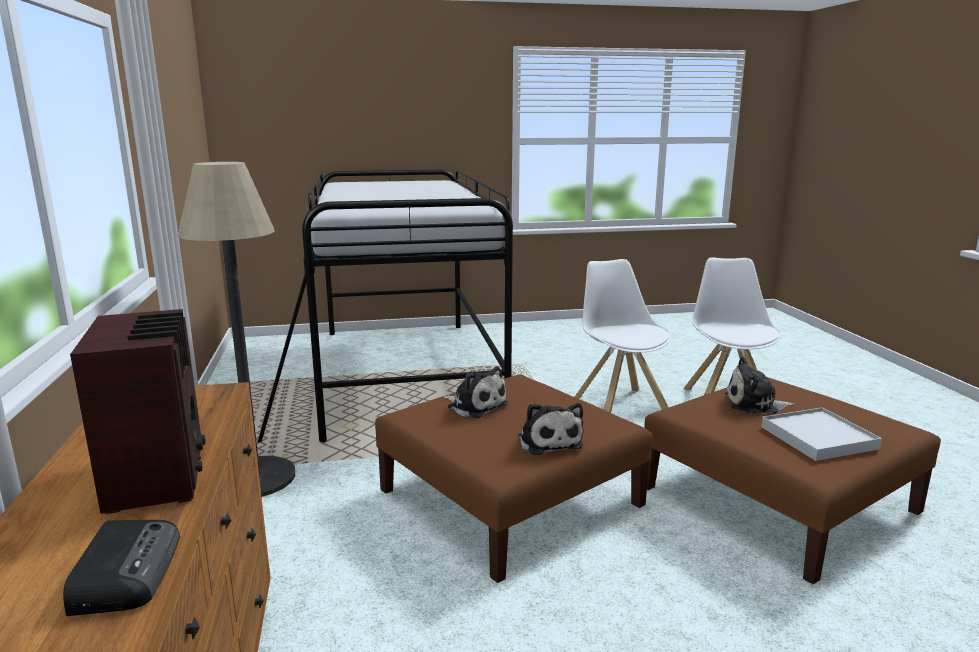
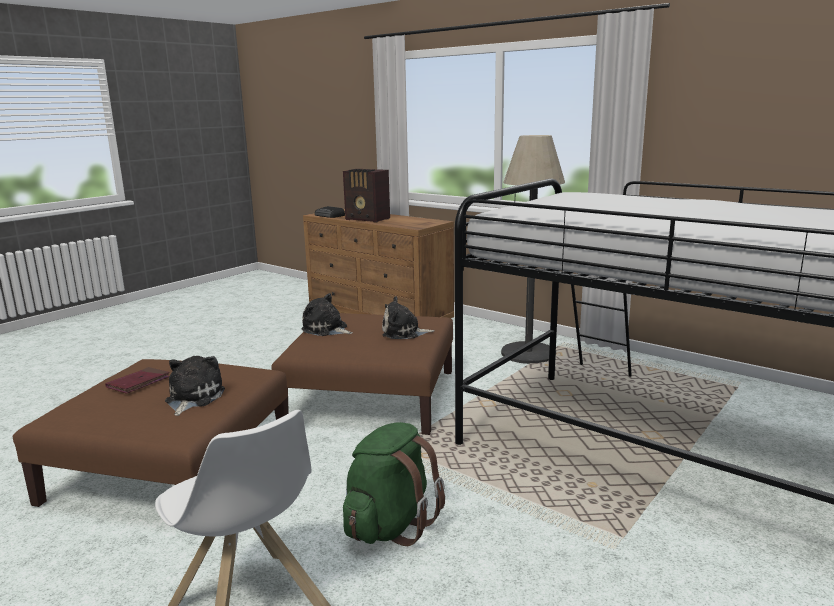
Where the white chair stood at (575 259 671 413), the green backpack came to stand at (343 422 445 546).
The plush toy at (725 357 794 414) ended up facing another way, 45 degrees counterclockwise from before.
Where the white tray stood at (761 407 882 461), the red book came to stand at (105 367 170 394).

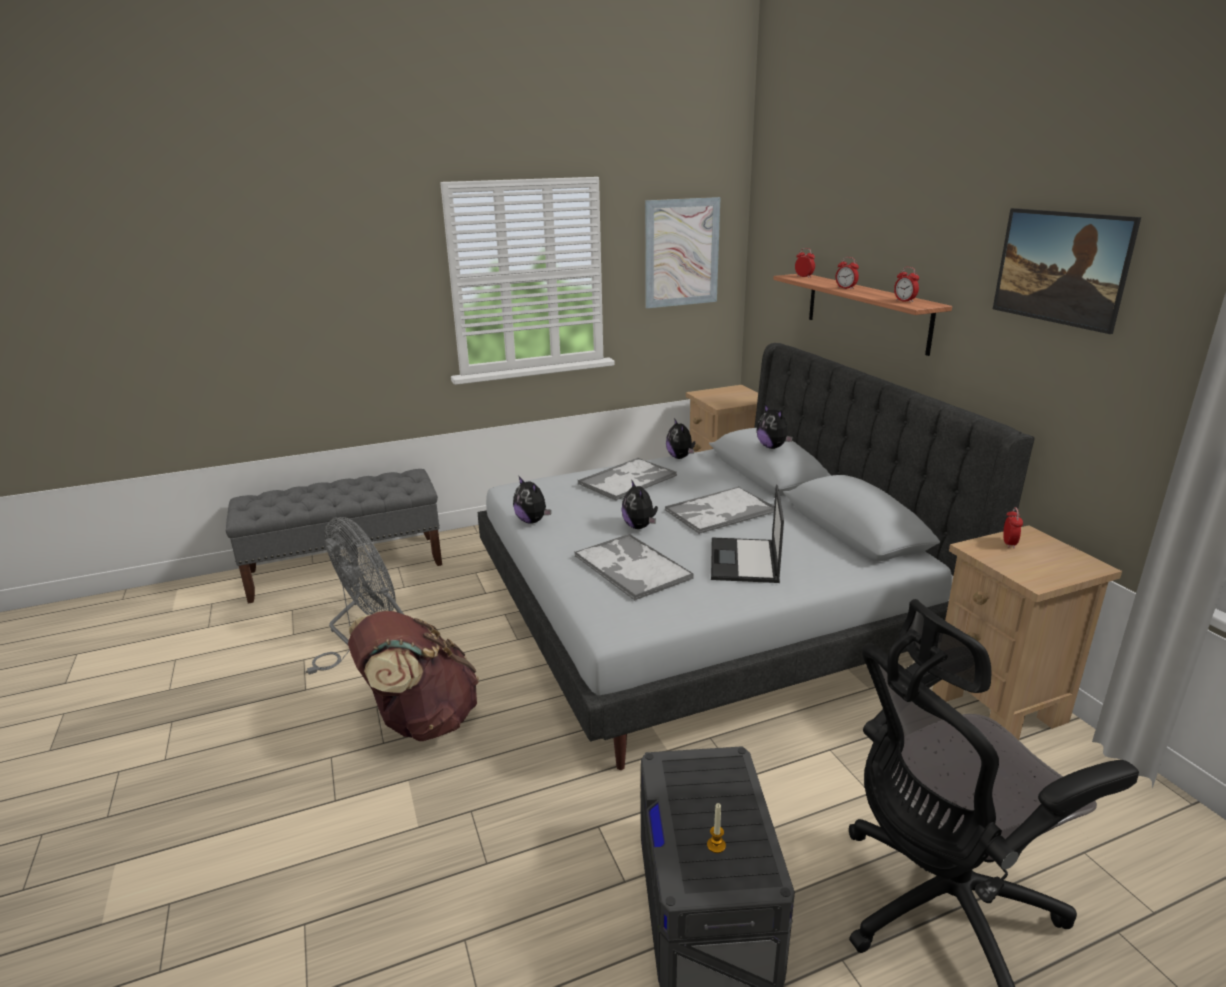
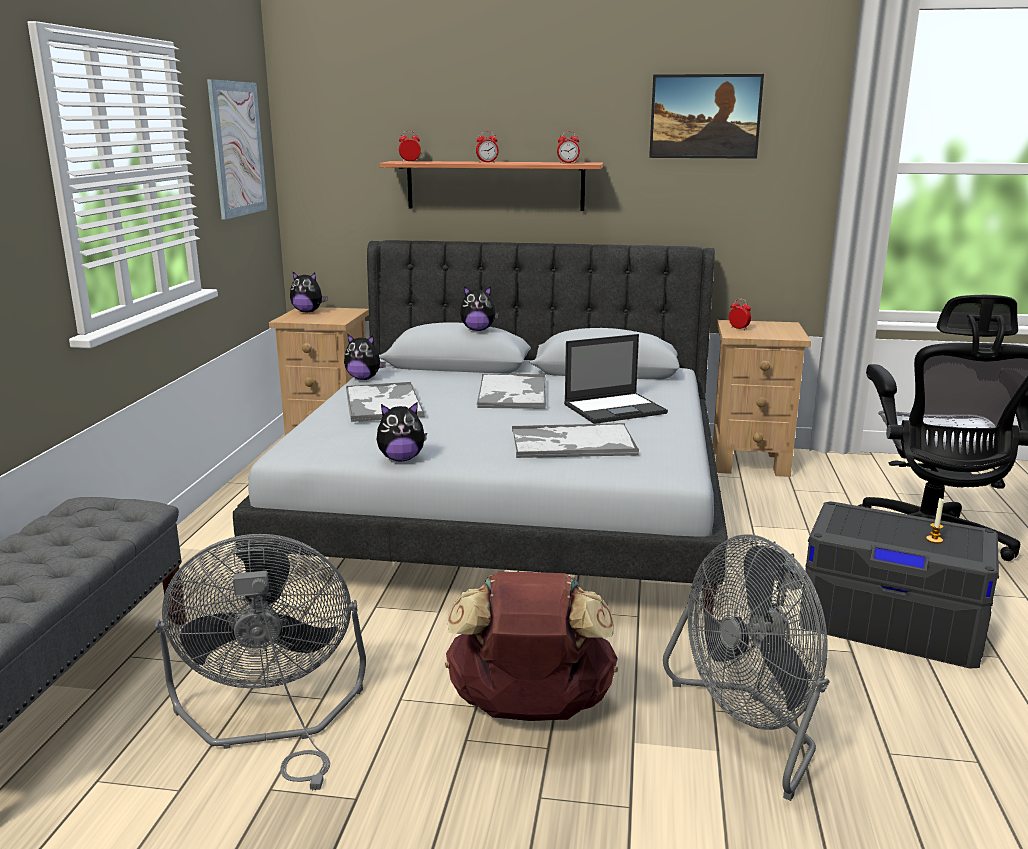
The plush toy ended up elsewhere, having gone from (621 479 658 529) to (290 271 328 312).
The laptop at (711 485 784 583) ended up facing another way, 60 degrees counterclockwise from before.
The second view gained the grey fan at (663 534 829 801).

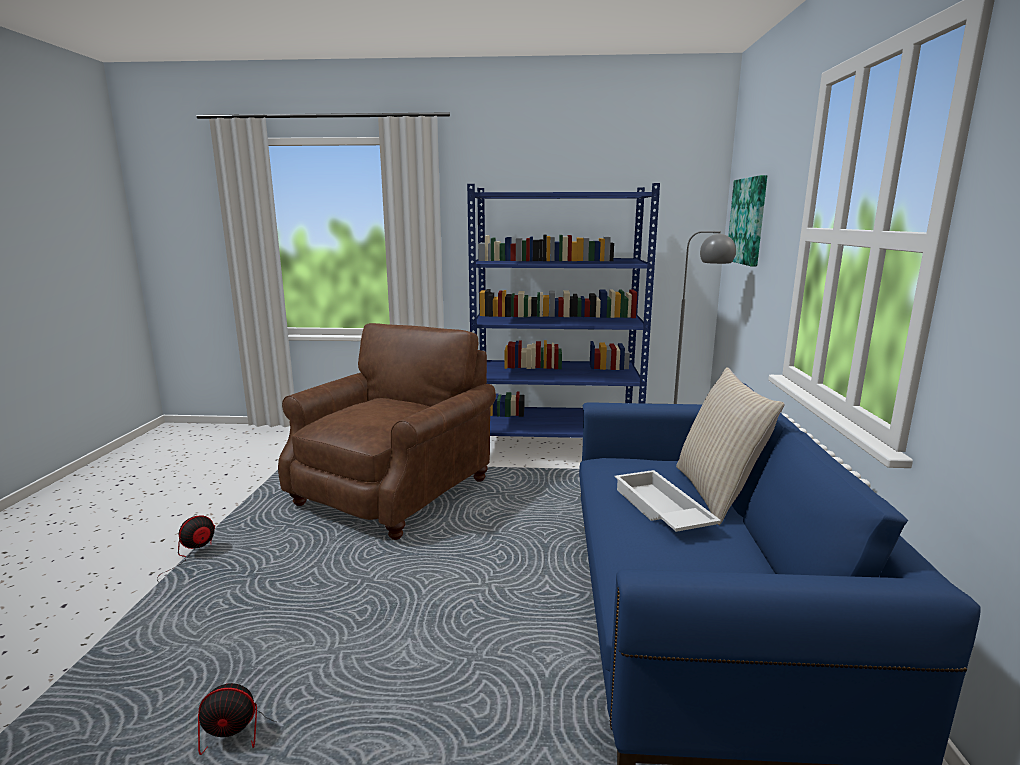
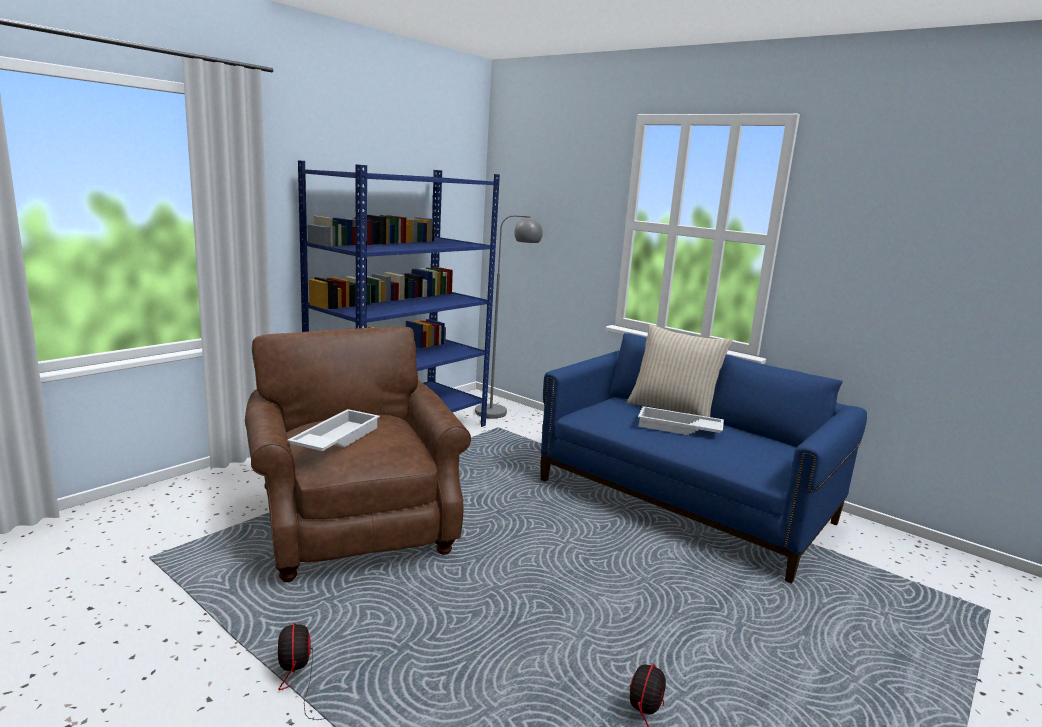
The second view lost the picture at (728 175 767 267).
The second view gained the white tray at (287 409 380 451).

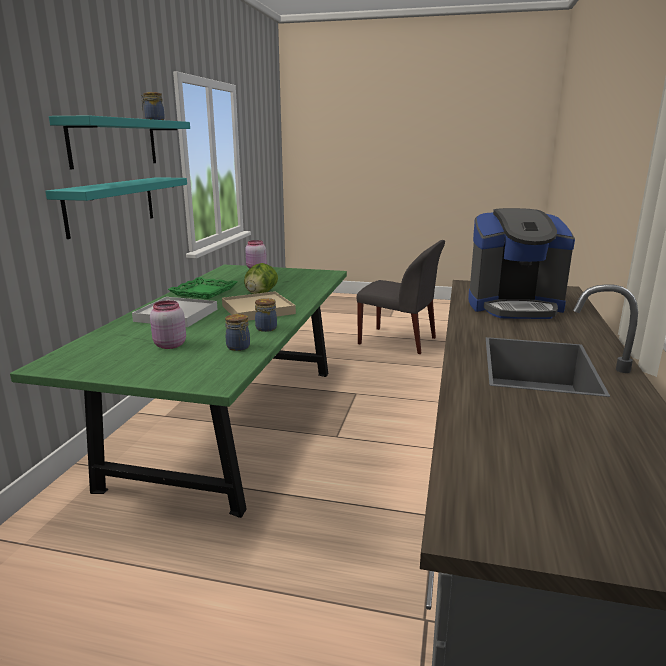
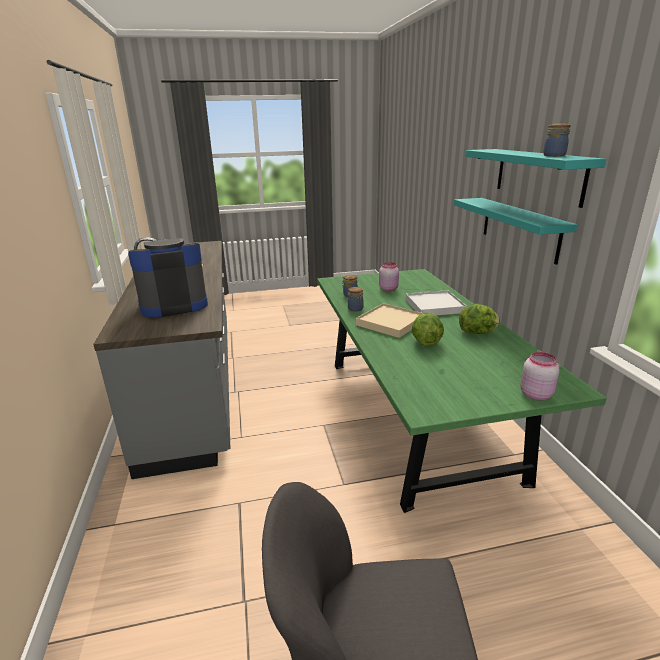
Where the green tray stood at (168 277 238 299), the lettuce came to stand at (459 304 500 334).

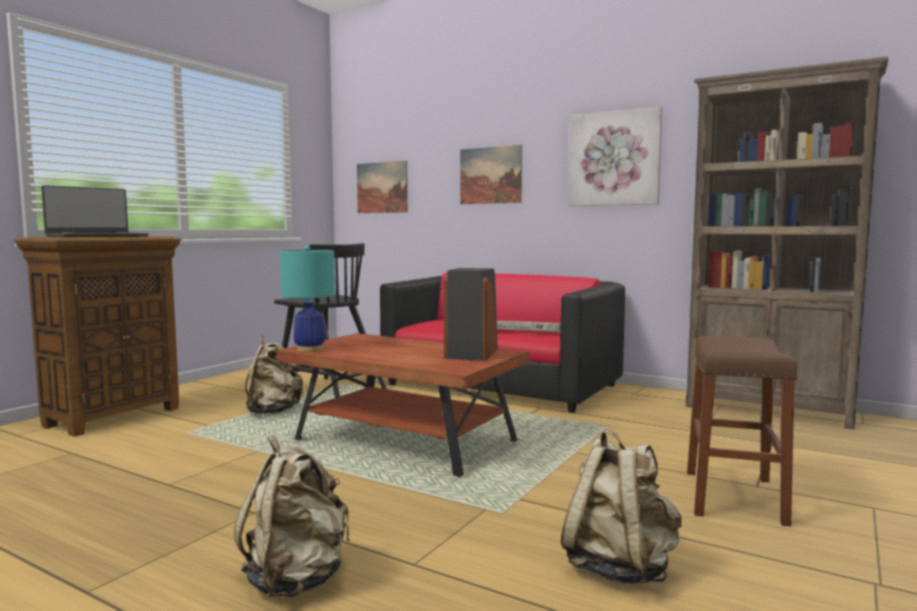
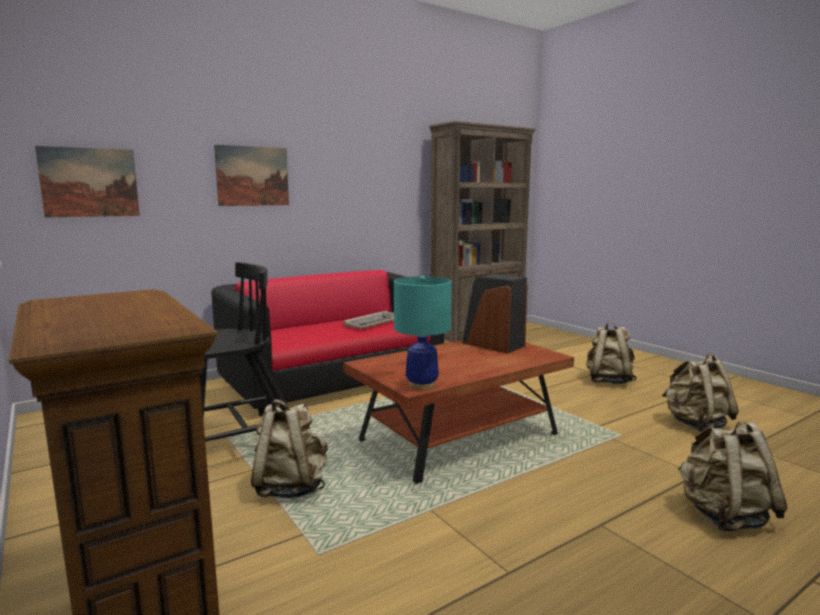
The second view lost the picture at (568 106 662 206).
The second view lost the laptop at (41 185 149 237).
Where the brown stool stood at (687 336 797 526), the beige backpack came to stand at (586 322 637 384).

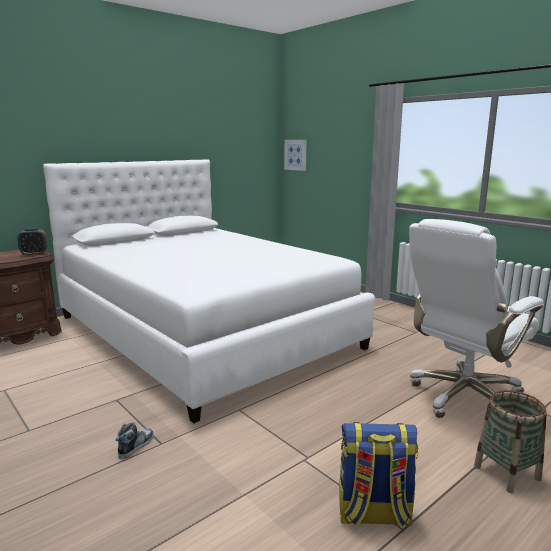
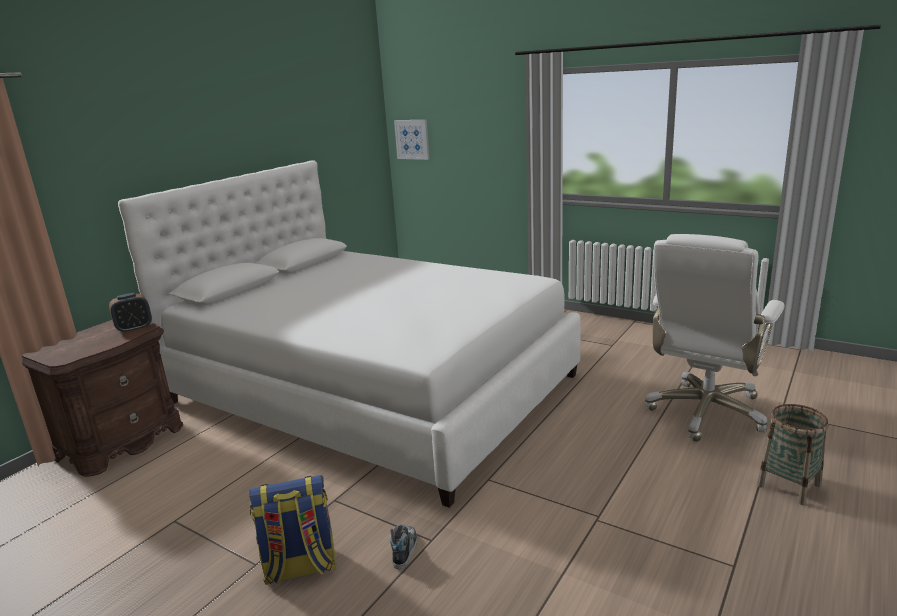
The backpack ended up elsewhere, having gone from (339 422 418 528) to (249 475 336 585).

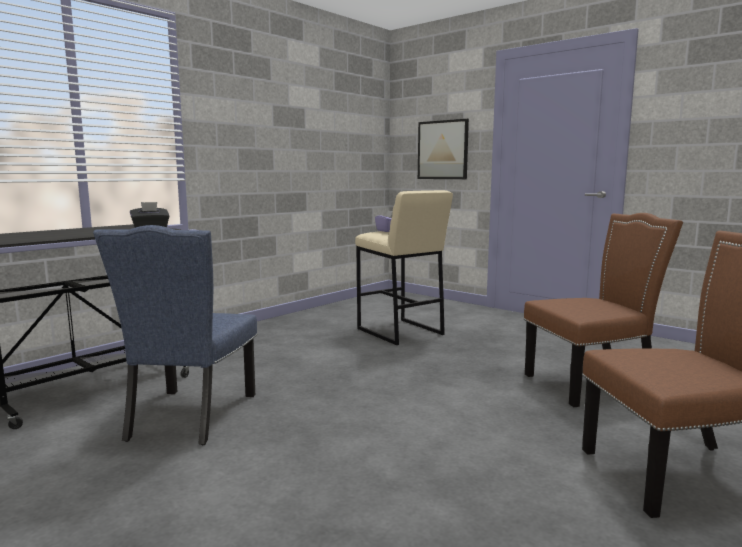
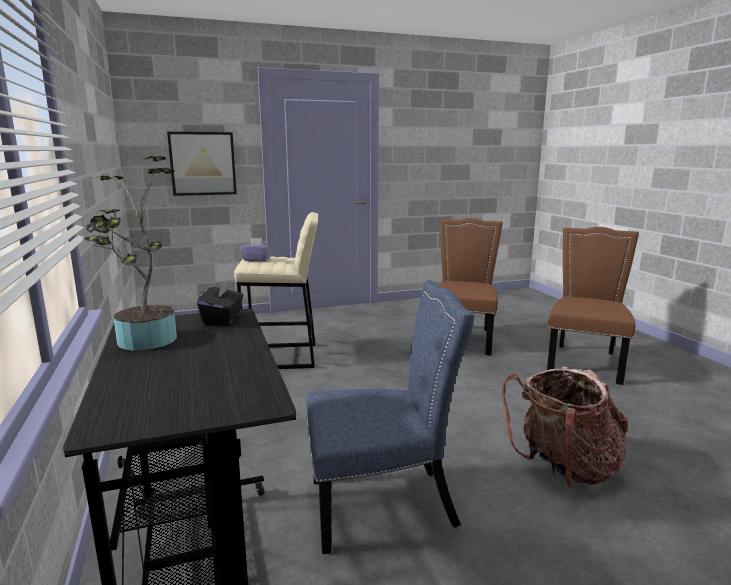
The blue chair at (93 225 257 445) ended up facing another way, 45 degrees counterclockwise from before.
The second view gained the potted plant at (83 155 177 350).
The second view gained the backpack at (502 366 628 489).

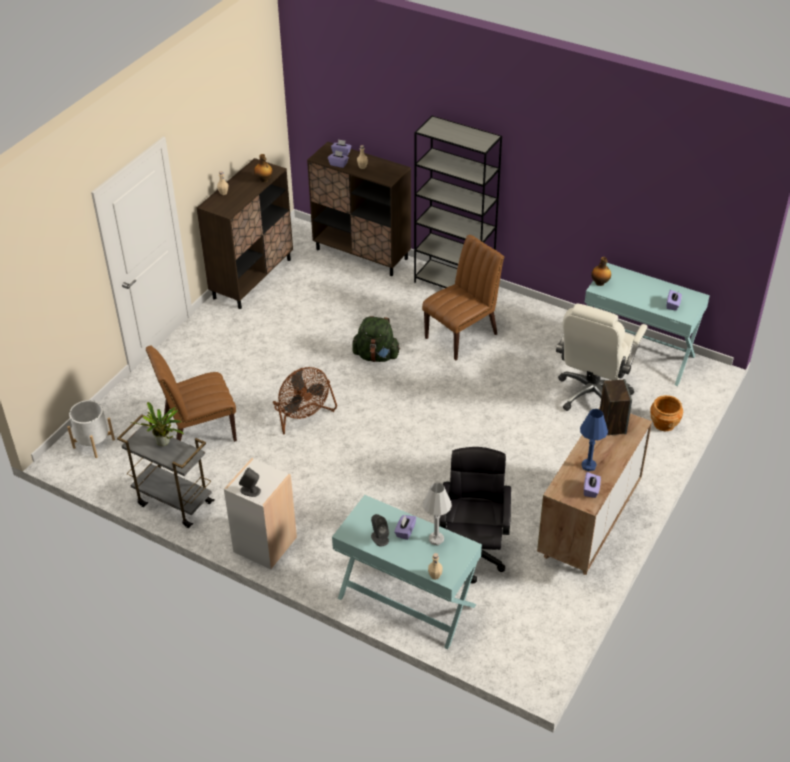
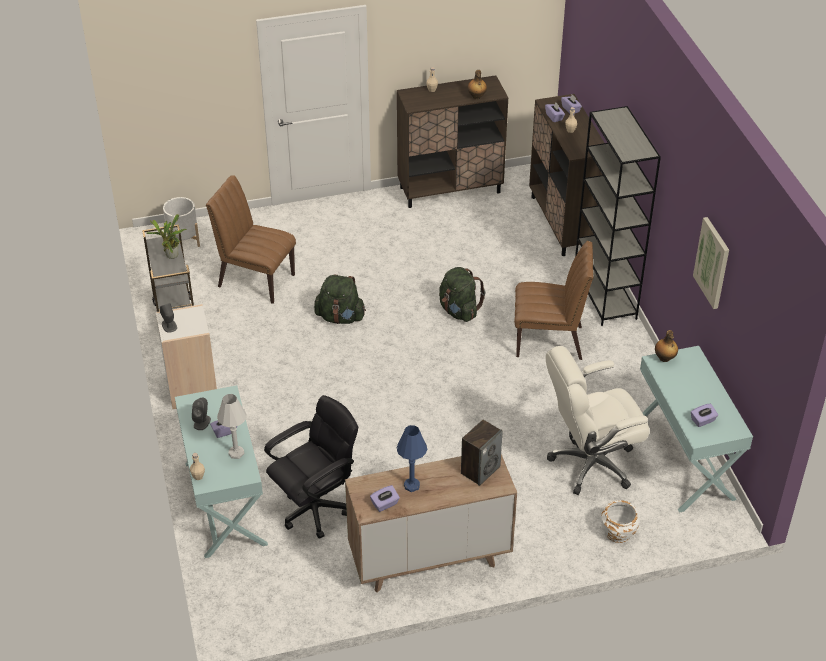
Where the brown fan stood at (273 367 337 434), the green backpack came to stand at (314 275 366 324).
What was the brown planter at (650 395 683 431) turned into the white planter at (601 500 640 543).
The second view gained the picture at (693 217 729 309).

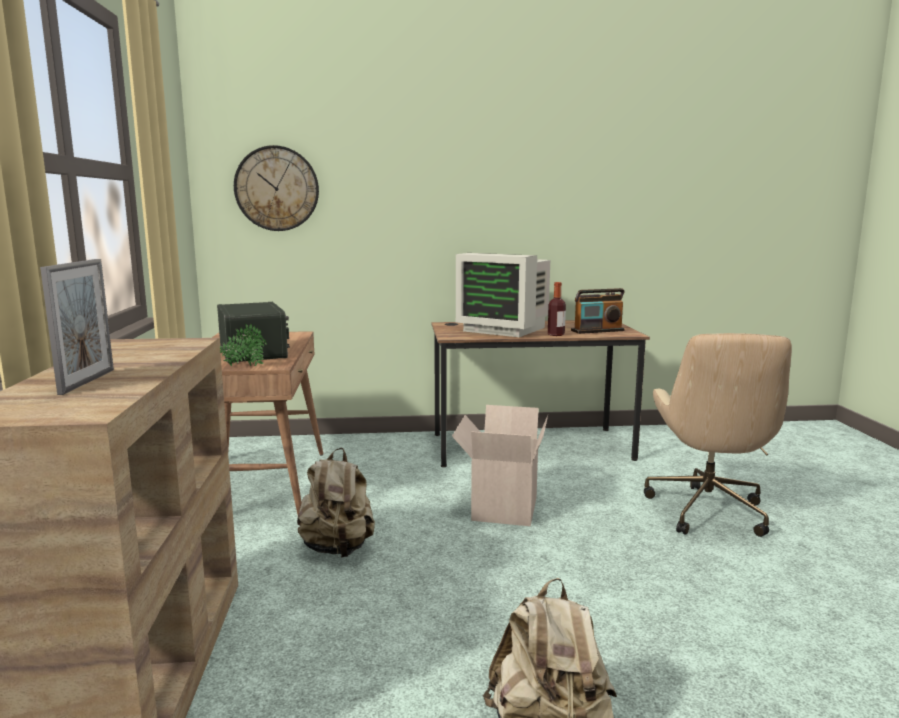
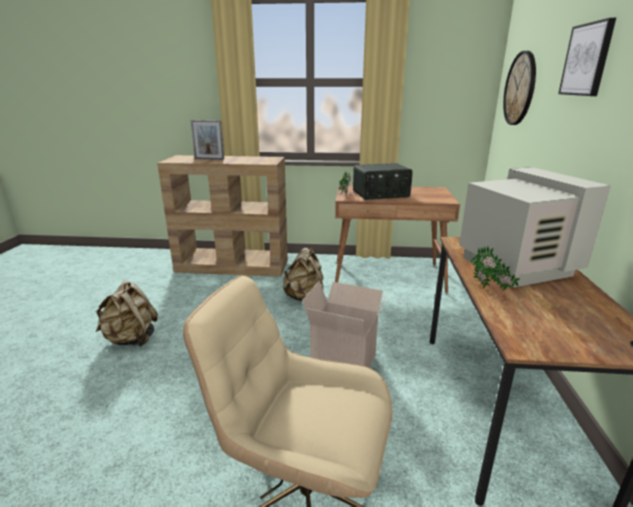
The monitor at (456 253 550 337) ended up facing another way, 120 degrees clockwise from before.
Where the bottle stood at (548 282 566 336), the potted plant came to stand at (471 246 520 291).
The second view lost the radio at (571 288 625 334).
The second view gained the picture at (558 18 616 96).

